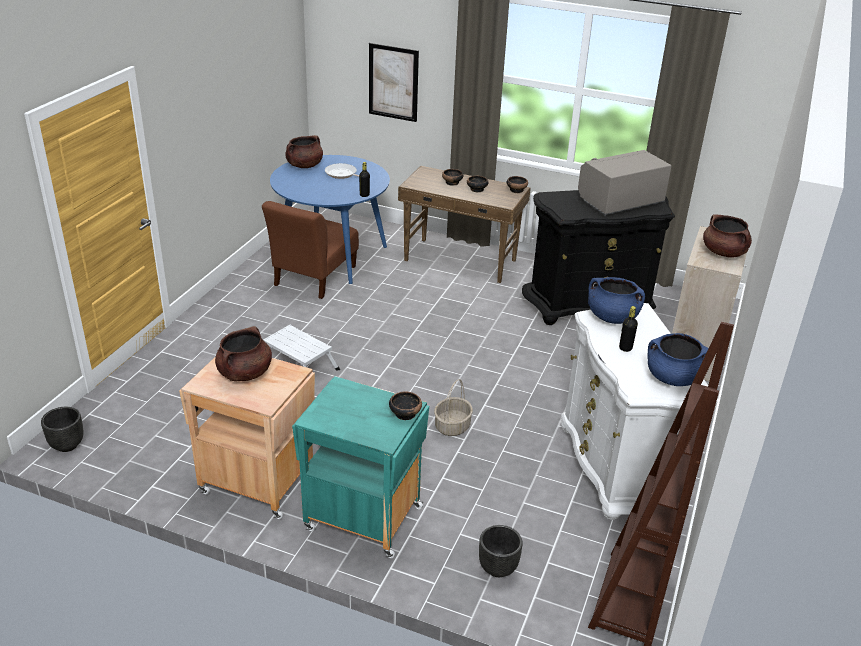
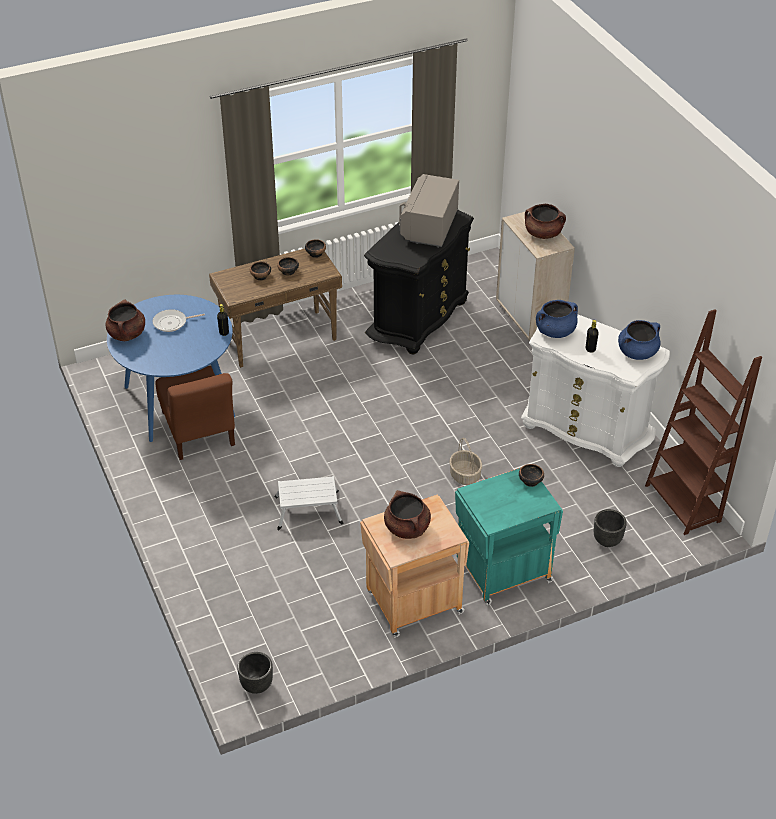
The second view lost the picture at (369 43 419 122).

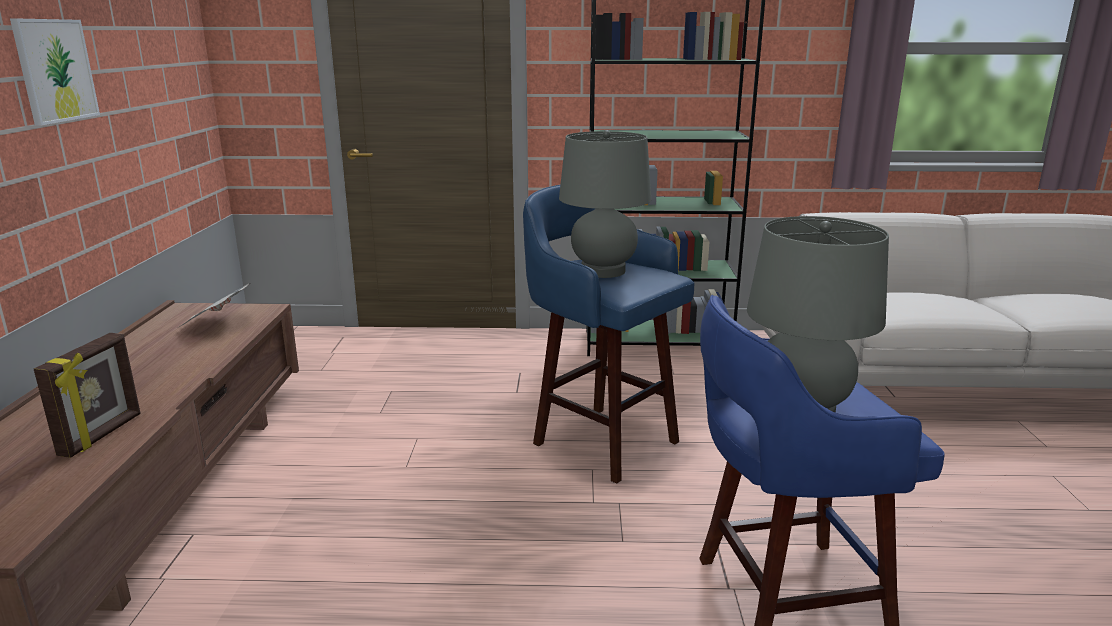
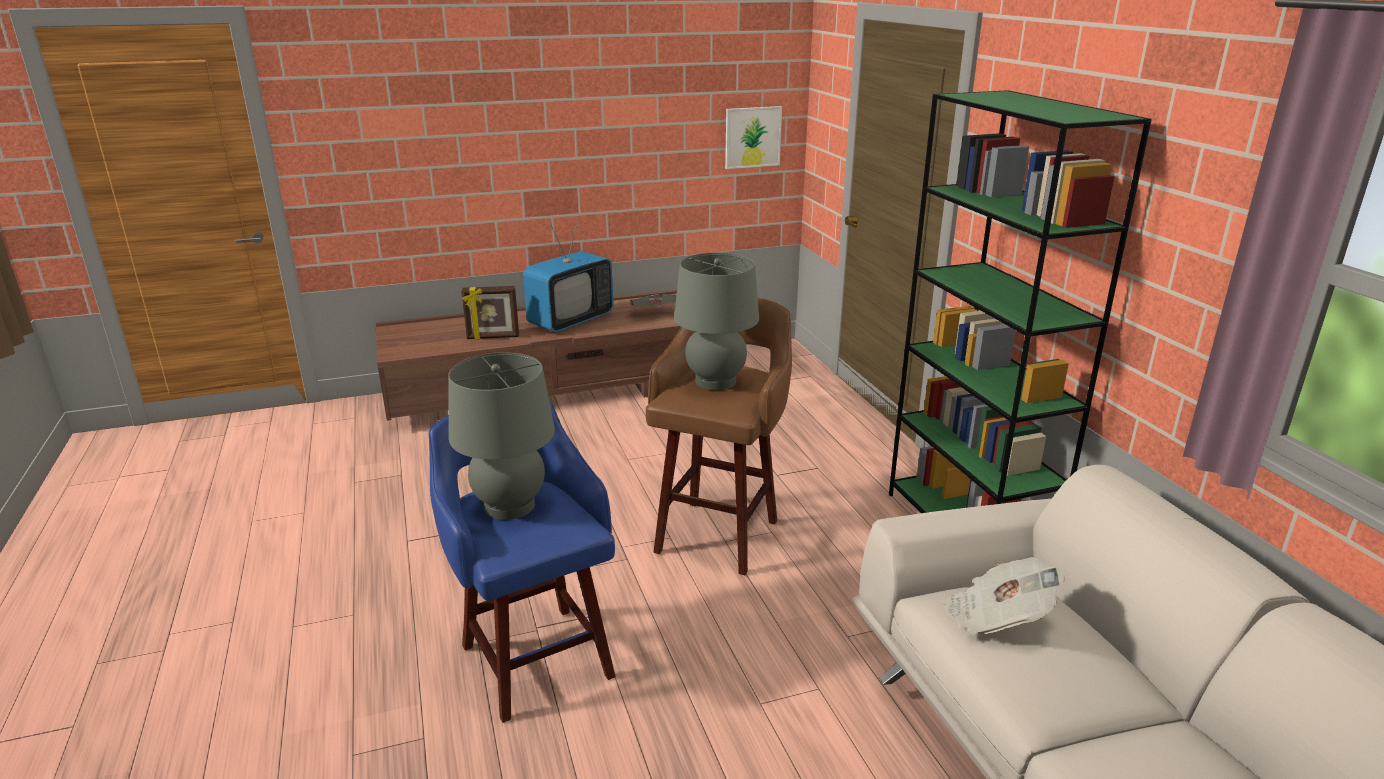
The picture ended up elsewhere, having gone from (10 19 100 126) to (725 106 782 169).
What was the blue stool at (523 185 694 484) turned into the brown stool at (646 297 792 575).
The second view gained the television at (523 216 614 332).
The second view gained the newspaper at (943 557 1065 636).

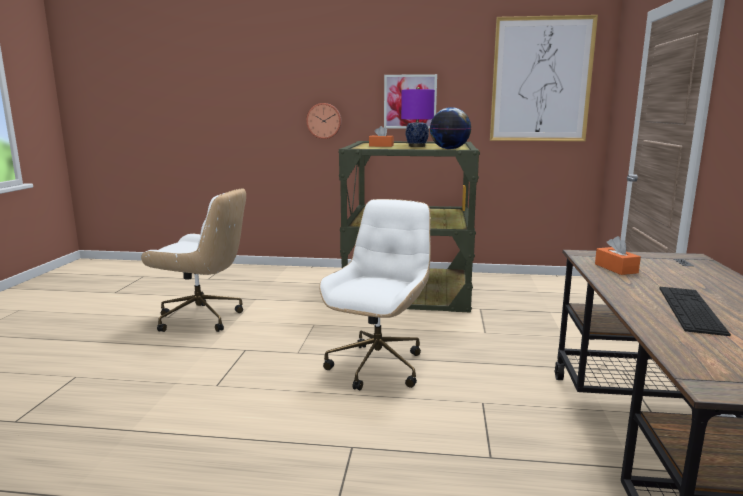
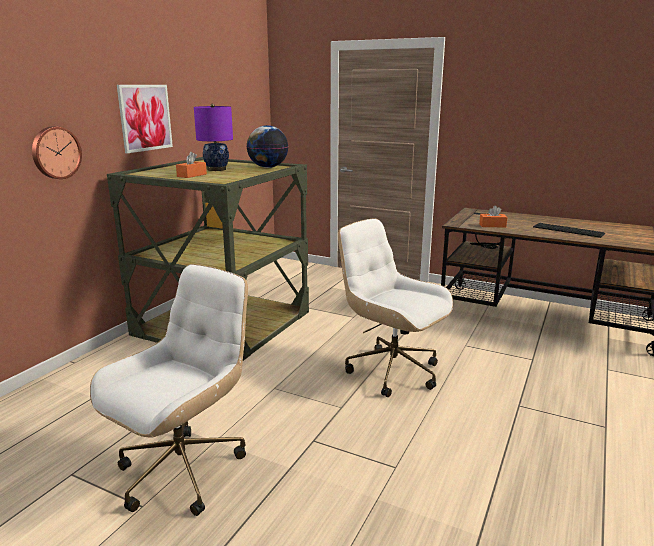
The second view lost the picture at (490 15 598 141).

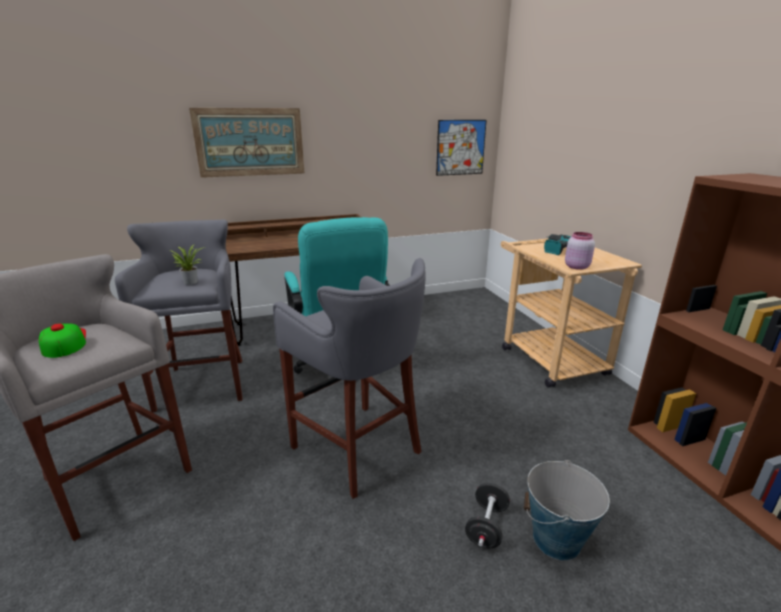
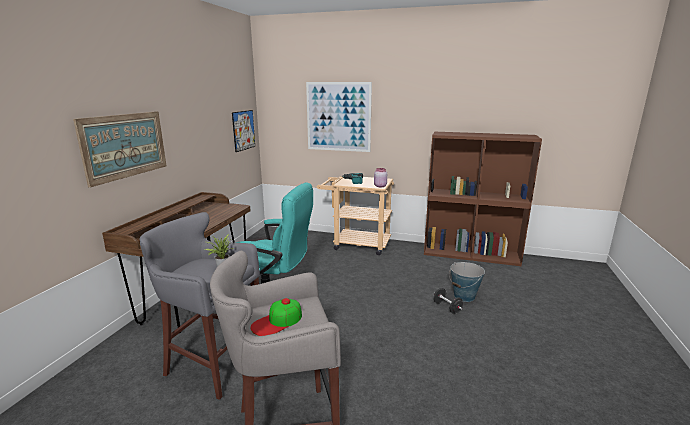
The second view lost the grey stool at (273 258 426 499).
The cap at (39 324 86 358) ended up facing another way, 45 degrees counterclockwise from before.
The second view gained the picture at (306 82 372 152).

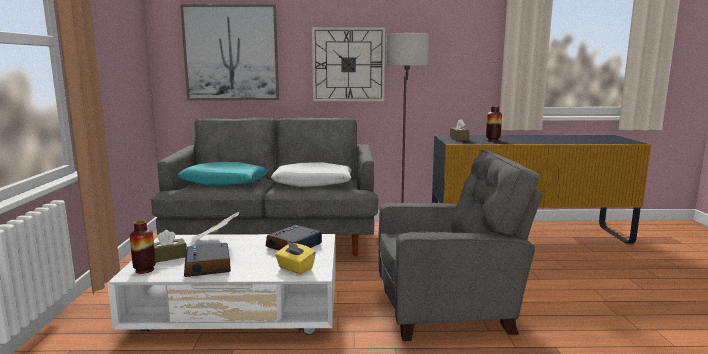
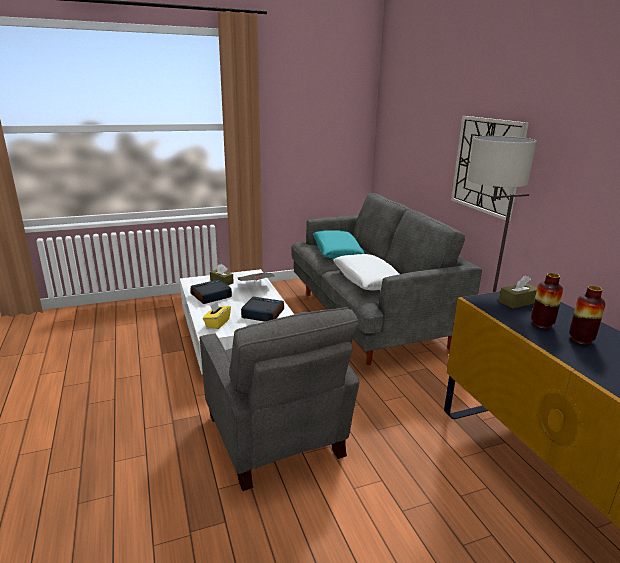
The second view lost the picture at (180 4 279 100).
The vase ended up elsewhere, having gone from (130 221 156 274) to (569 286 606 345).

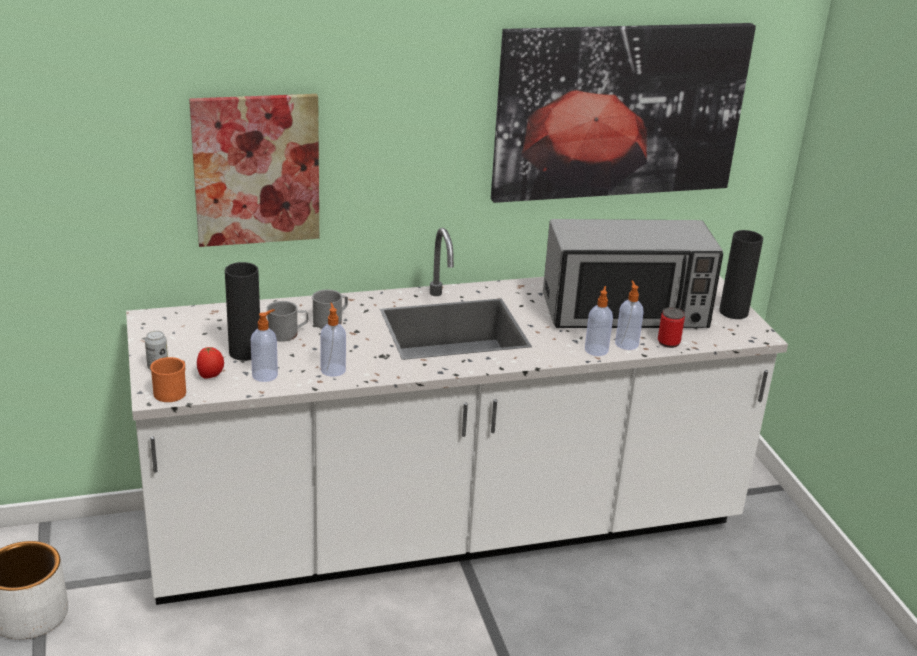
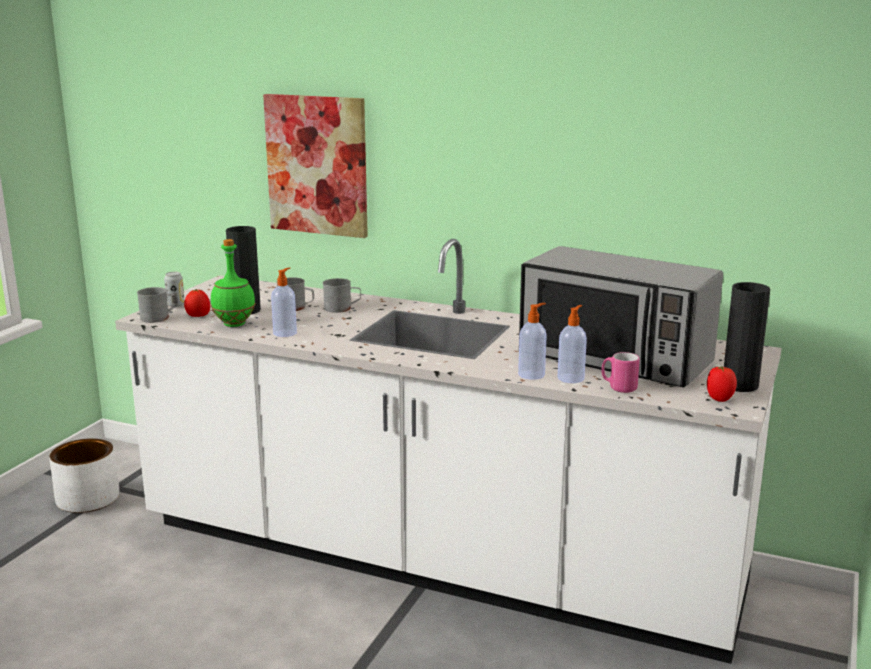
The second view lost the picture at (491 23 756 203).
Where the can stood at (658 307 685 348), the pink mug came to stand at (601 352 640 393).
Where the soap dispenser stood at (251 309 278 382), the green bottle came to stand at (211 239 256 327).
What was the orange mug at (150 357 186 402) turned into the grey mug at (137 287 178 323).
The second view gained the tomato at (707 366 737 402).

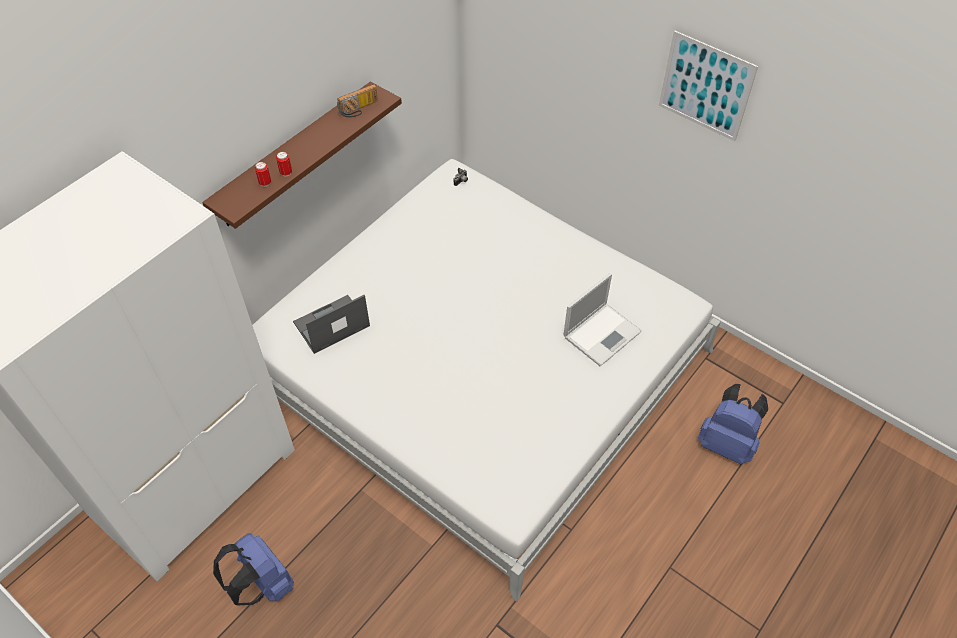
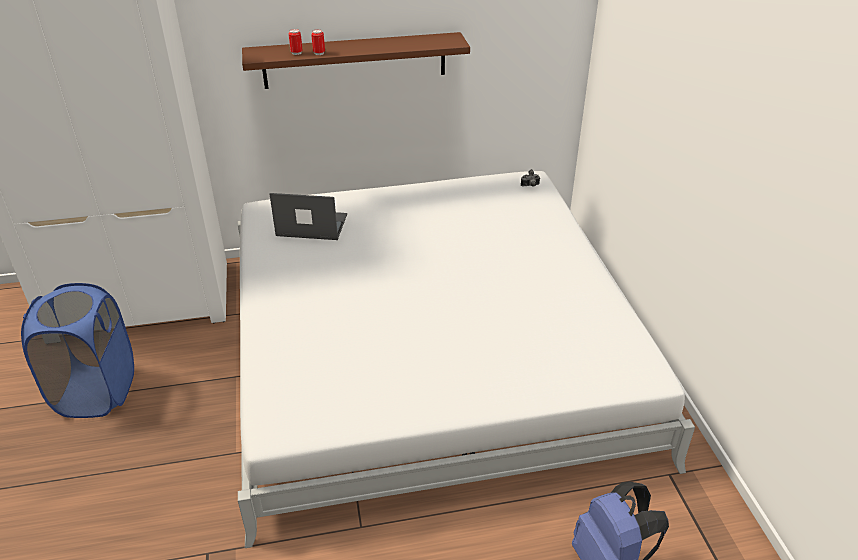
The second view lost the picture at (659 31 758 141).
The second view lost the radio at (337 84 378 118).
The second view lost the laptop at (563 273 642 366).
Where the blue backpack stood at (213 533 294 605), the blue laundry basket came to stand at (21 283 134 418).

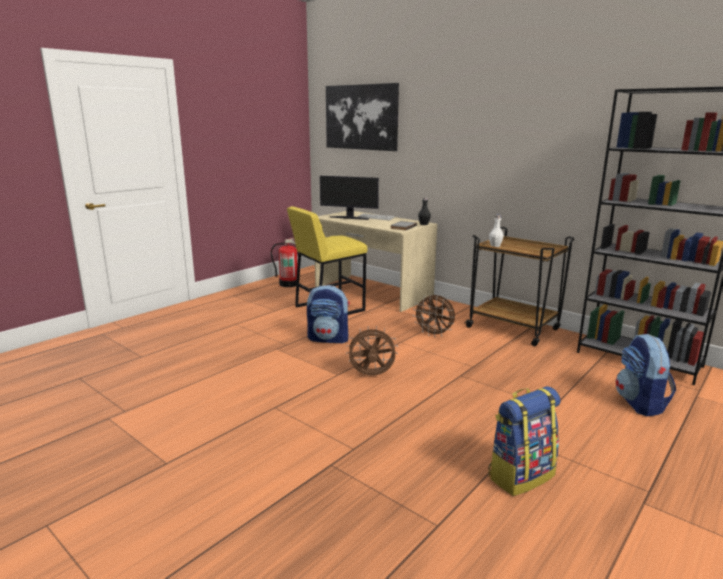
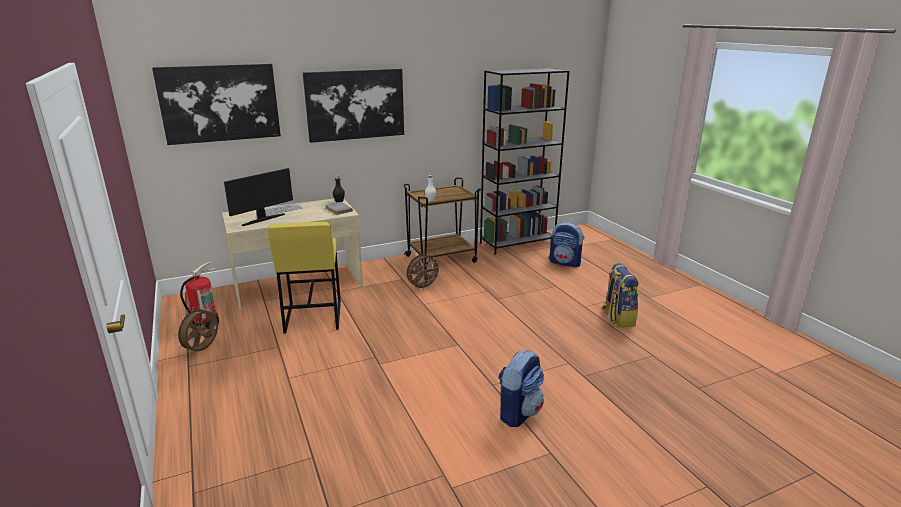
The backpack ended up elsewhere, having gone from (307 285 350 344) to (498 350 544 427).
The brown fan ended up elsewhere, having gone from (346 326 398 375) to (174 306 218 352).
The second view gained the picture at (303 69 404 143).

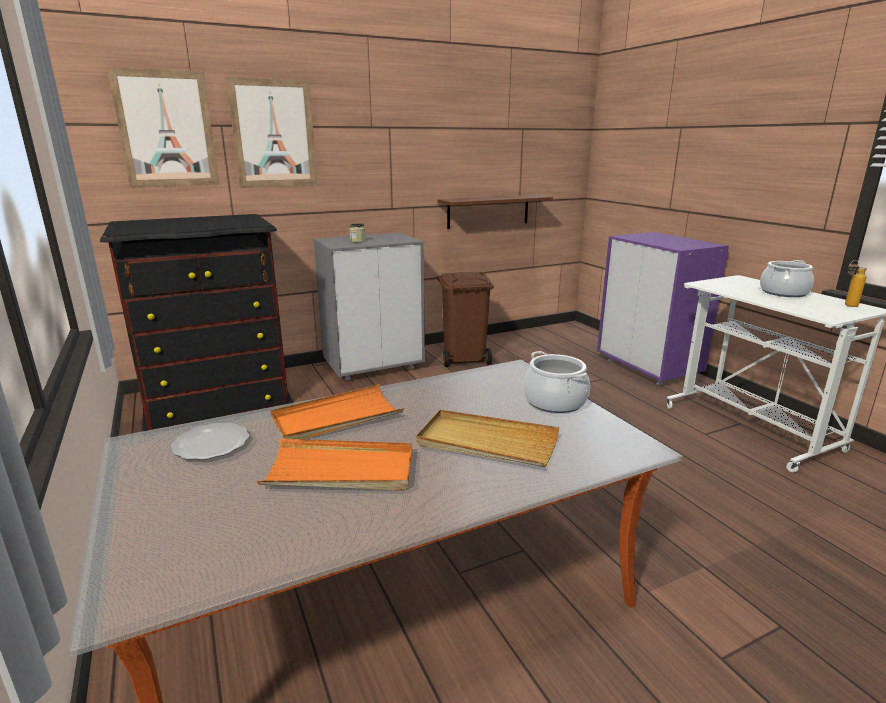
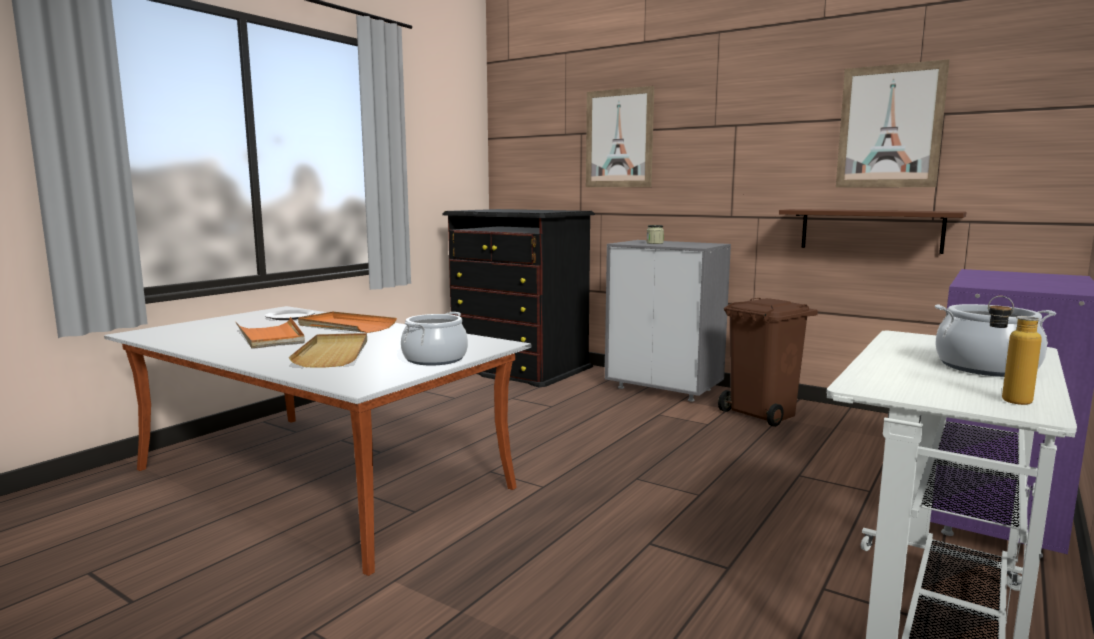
The picture ended up elsewhere, having gone from (107 67 219 188) to (836 59 950 188).

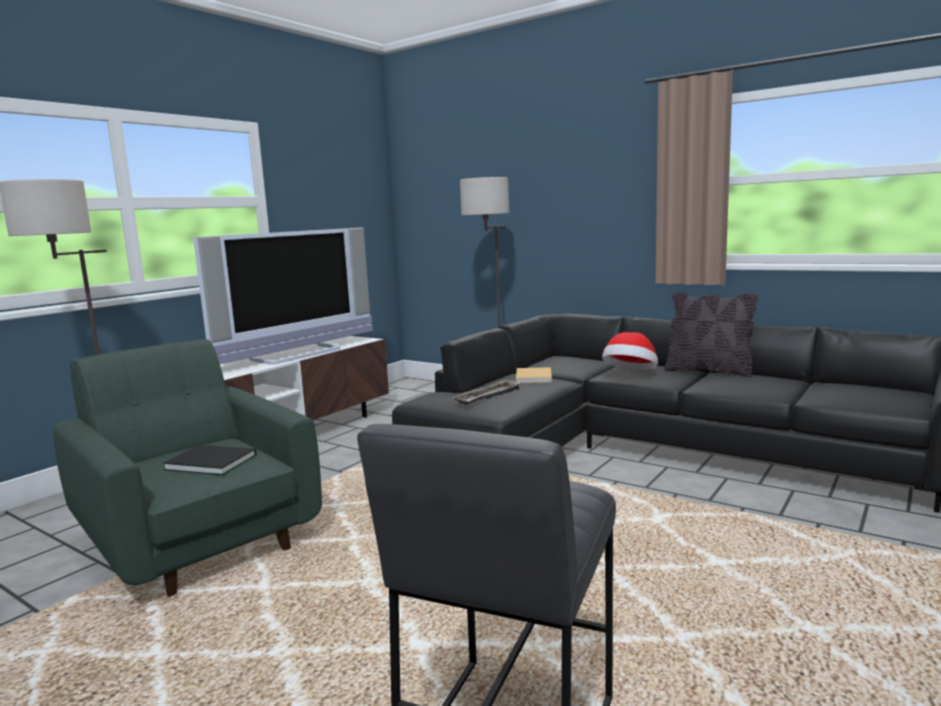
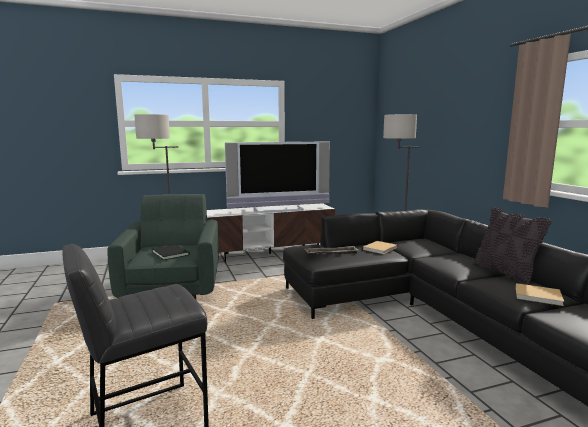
The second view lost the hat at (602 332 658 370).
The second view gained the beige book at (516 283 564 306).

